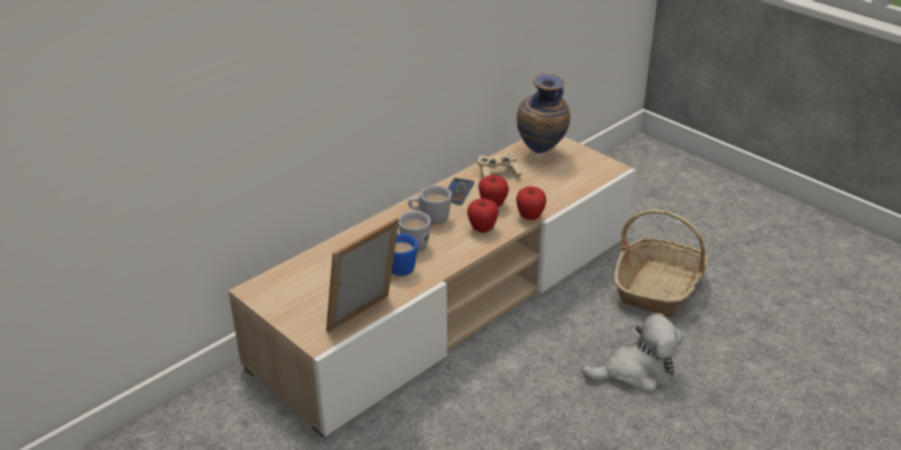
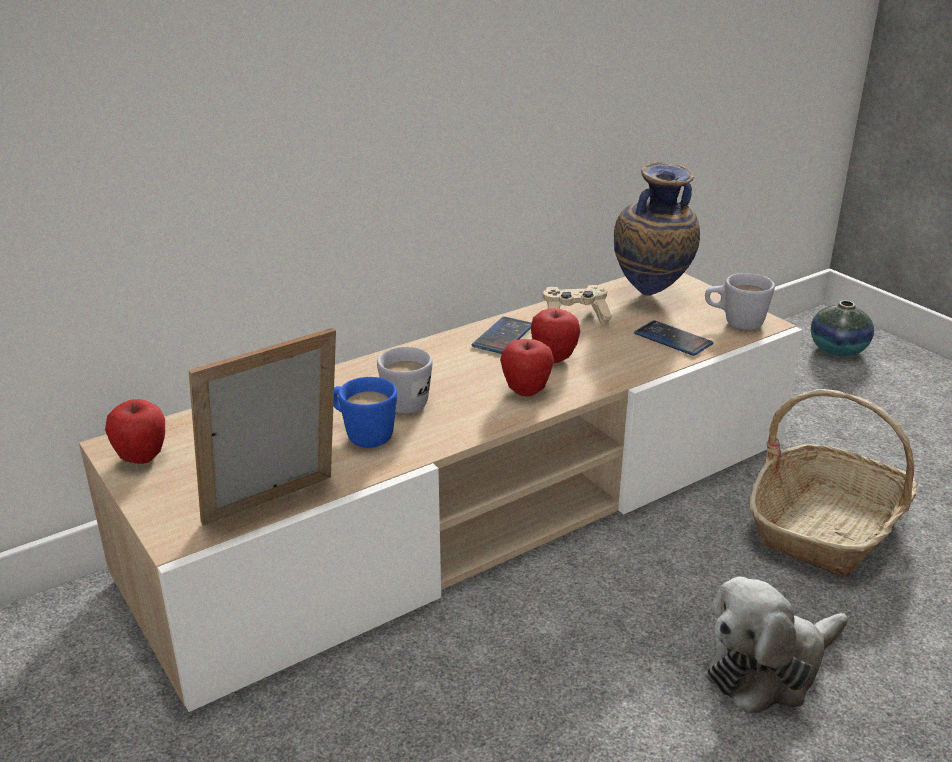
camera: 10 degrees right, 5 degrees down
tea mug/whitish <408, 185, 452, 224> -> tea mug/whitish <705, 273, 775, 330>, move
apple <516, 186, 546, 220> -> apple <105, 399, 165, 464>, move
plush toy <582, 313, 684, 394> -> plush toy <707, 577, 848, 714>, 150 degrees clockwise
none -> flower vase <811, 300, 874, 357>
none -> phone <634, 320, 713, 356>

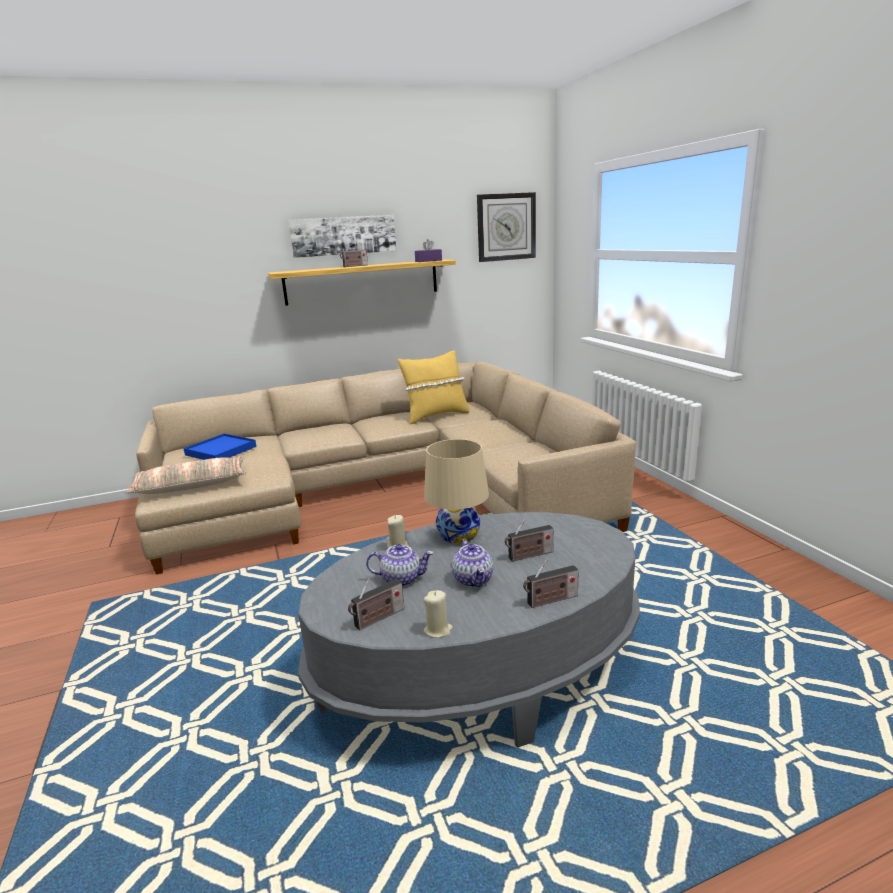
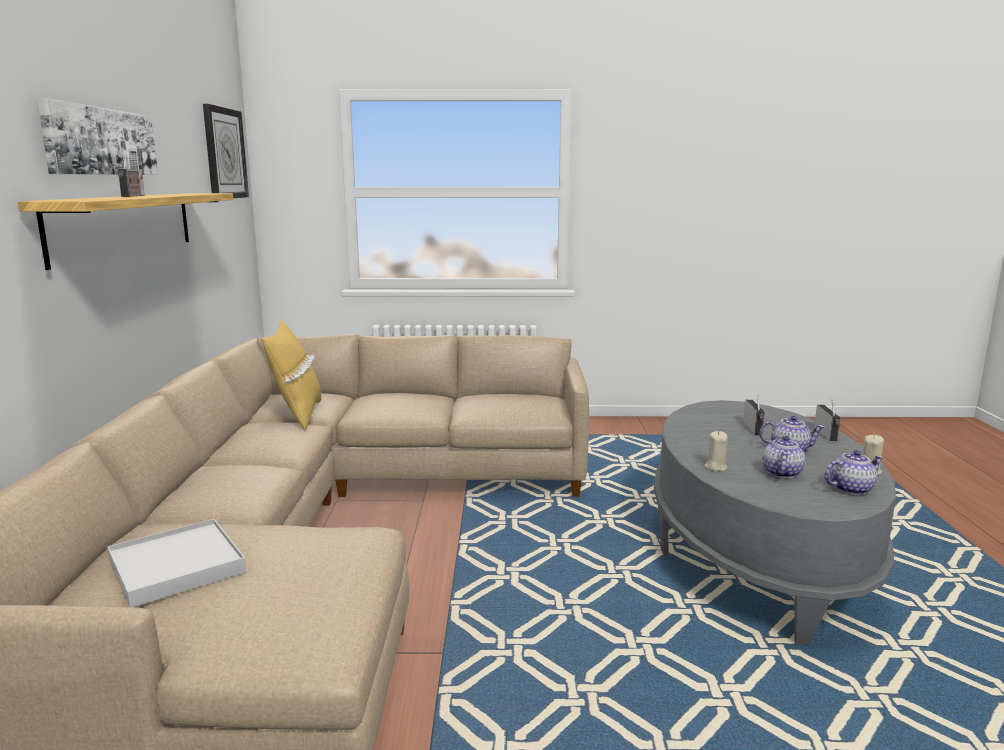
camera: 70 degrees left, 5 degrees down
tissue holder/purplish <415, 239, 442, 262> -> none
serving tray/bluish <183, 434, 257, 460> -> serving tray/whitish <107, 519, 247, 607>
table lamp/beige-coloured <424, 439, 489, 544> -> none
cushion <125, 456, 246, 494> -> none
radio receiver <348, 578, 404, 631> -> pot for tea <825, 450, 884, 495>

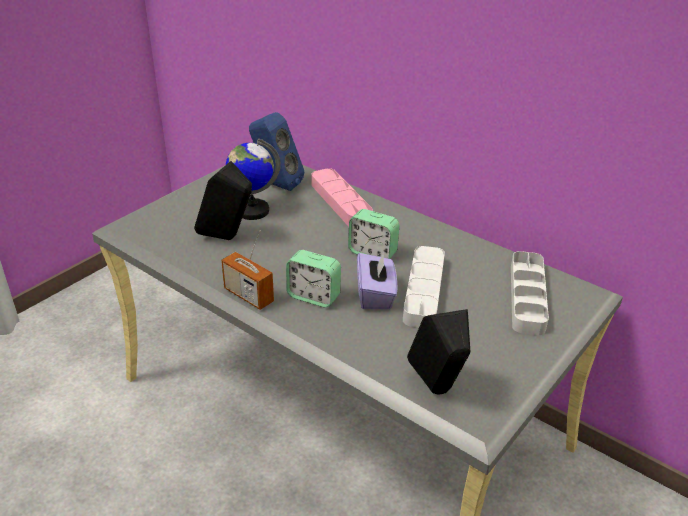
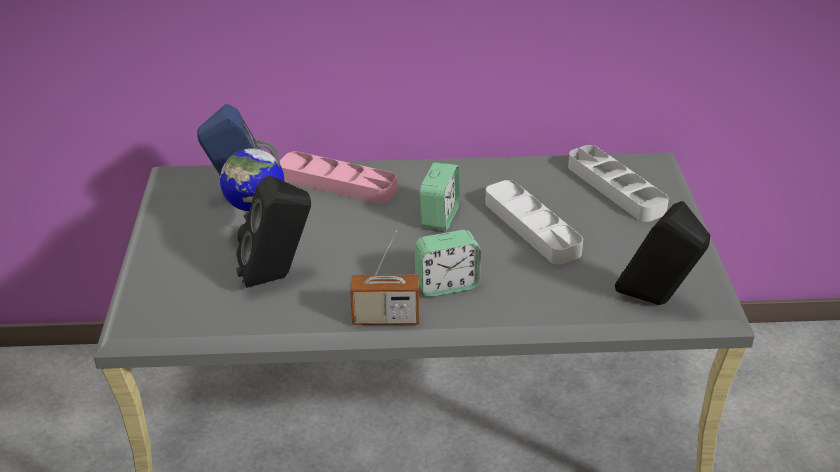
camera: 40 degrees left, 0 degrees up
alarm clock <348, 209, 400, 259> -> alarm clock <420, 162, 460, 230>, 60 degrees counterclockwise
tissue holder/purplish <357, 252, 398, 309> -> none

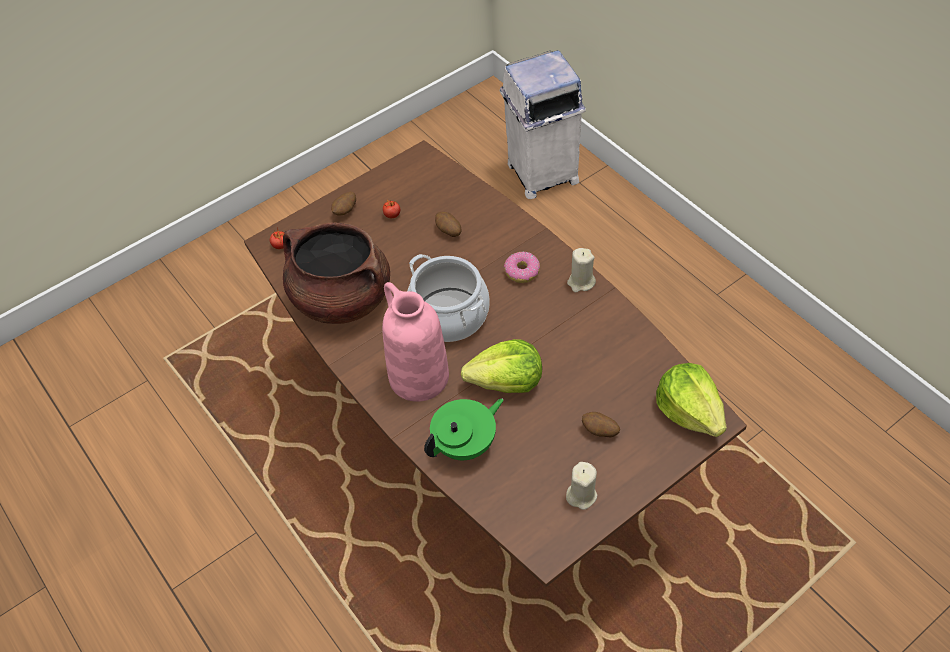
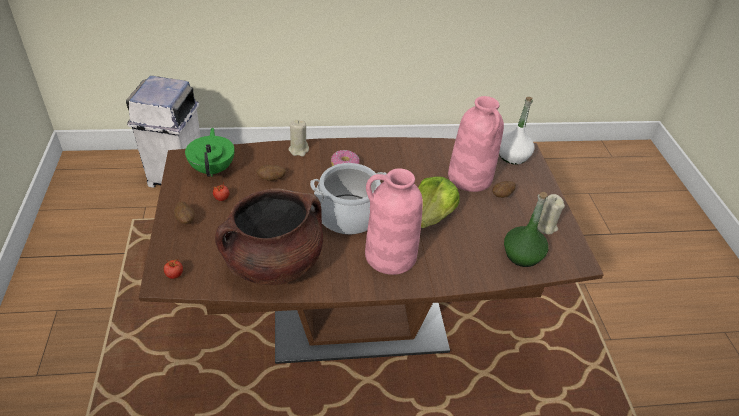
camera: 65 degrees left, 10 degrees down
wax candle/beige-coloured <567, 248, 596, 292> -> wax candle/beige-coloured <289, 120, 309, 156>, move
lettuce <656, 363, 726, 437> -> bottle/whitish <499, 97, 534, 165>
pot for tea/greenish <424, 398, 503, 460> -> pot for tea/greenish <185, 128, 235, 177>, move
none -> flower vase/pink <448, 96, 504, 192>
none -> bottle/greenish <504, 192, 548, 267>

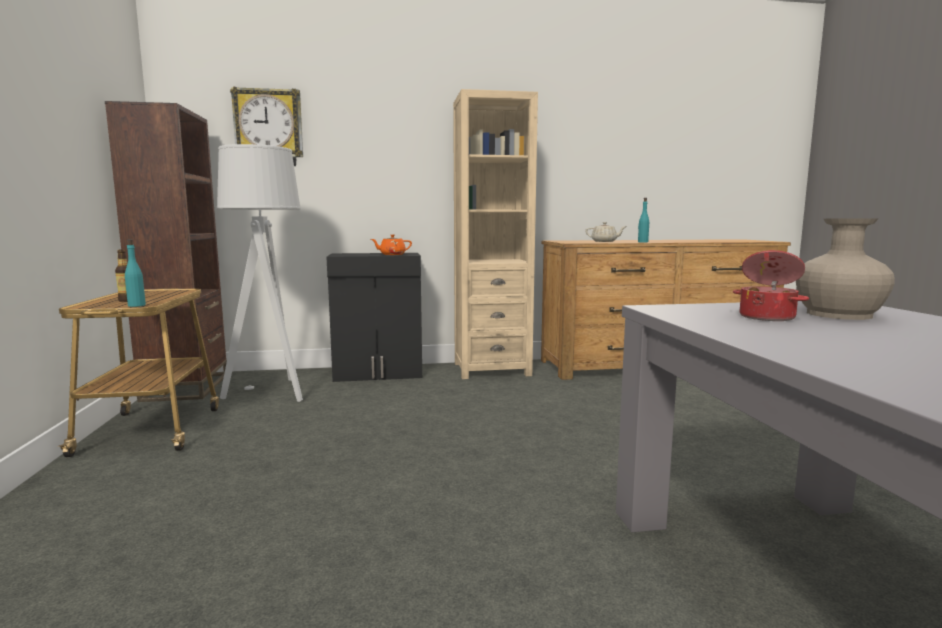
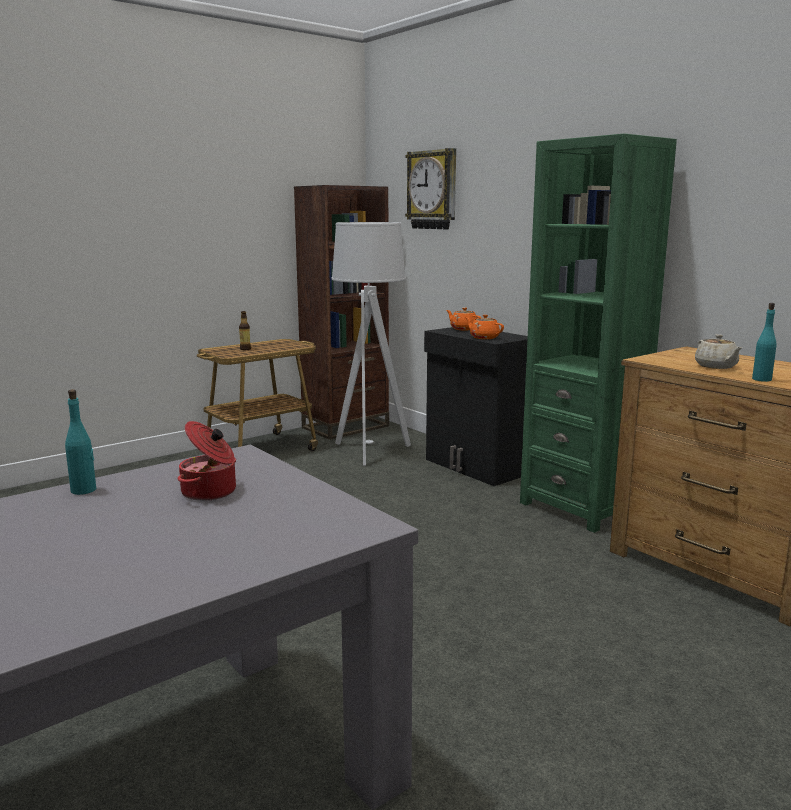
camera: 60 degrees right, 5 degrees up
shelving unit/beige-coloured <453, 89, 538, 379> -> shelving unit/greenish <520, 134, 677, 533>
flower vase/beige-coloured <796, 219, 895, 320> -> none
bottle/blue-green <125, 239, 146, 307> -> bottle/blue-green <65, 389, 96, 495>, move
none -> pot for tea/orange <447, 308, 481, 331>

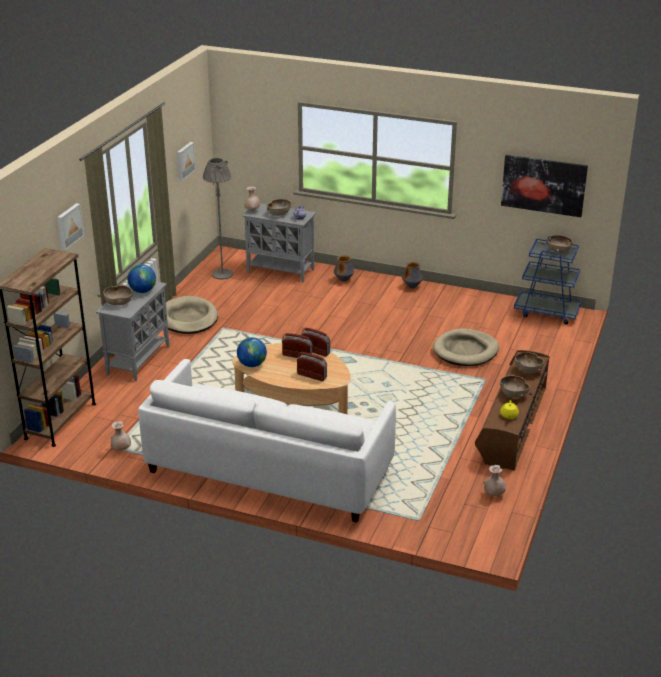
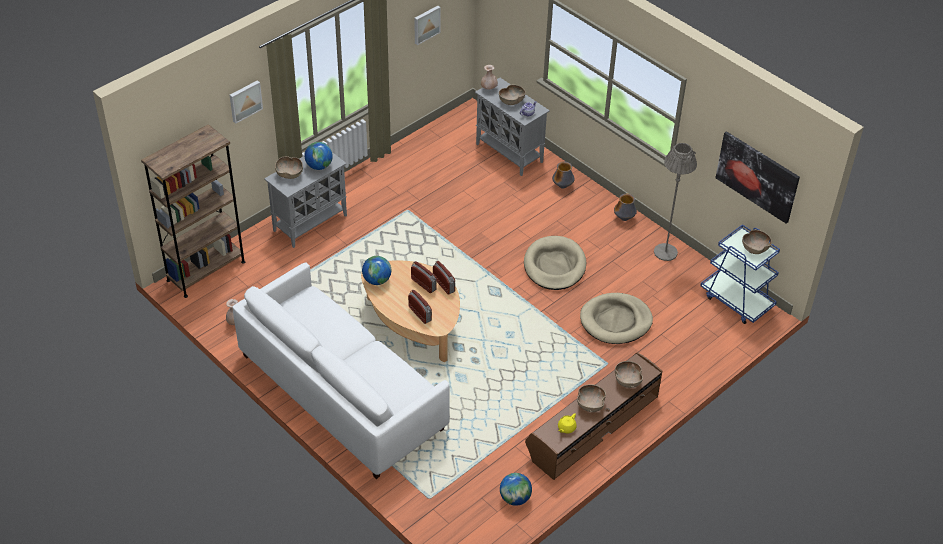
camera: 25 degrees right, 15 degrees up
standard lamp/greyish <203, 158, 233, 279> -> standard lamp/greyish <654, 143, 697, 261>, move
dog cushion/beige-coloured <166, 296, 218, 334> -> dog cushion/beige-coloured <524, 236, 586, 290>, move
flower vase/beige-coloured <483, 465, 506, 496> -> globe <500, 473, 532, 506>

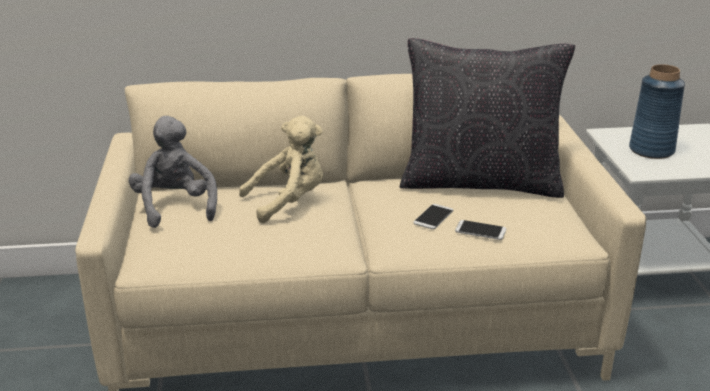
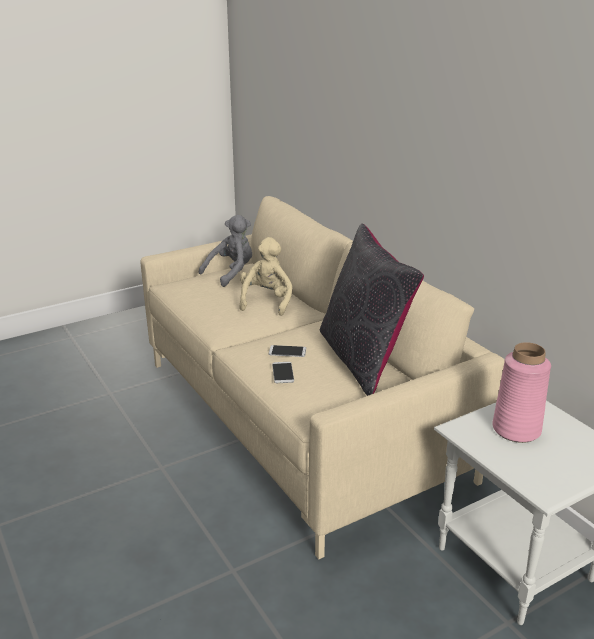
camera: 65 degrees right, 0 degrees up
flower vase/bluish <629, 64, 685, 159> -> flower vase/pink <492, 342, 551, 443>
plush toy/beige-coloured <239, 116, 323, 223> -> plush toy/beige-coloured <239, 237, 292, 316>, 120 degrees counterclockwise

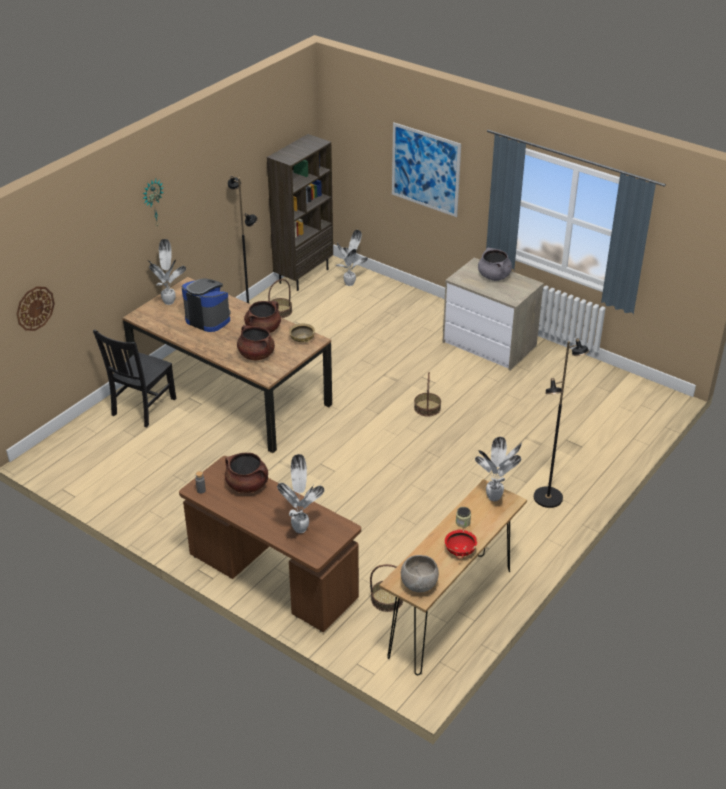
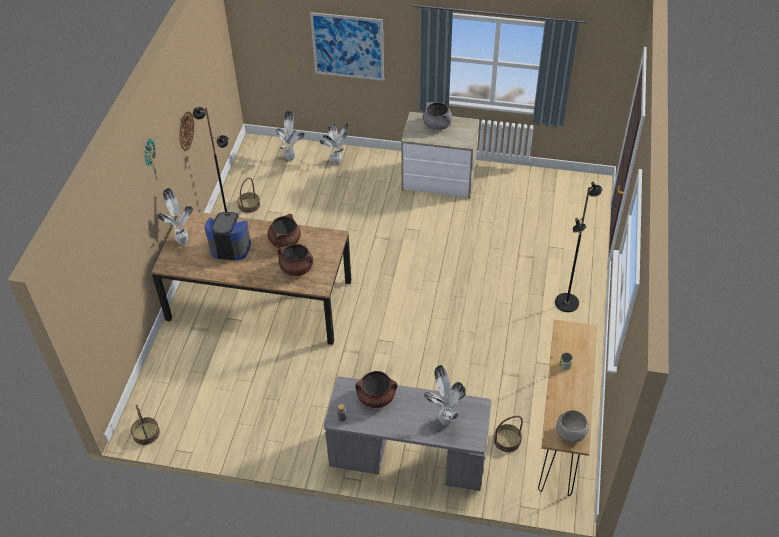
camera: 25 degrees left, 10 degrees up
shelving unit/brown-coloured <267, 134, 333, 291> -> none
hanging clock <17, 286, 55, 331> -> hanging clock <180, 111, 194, 151>, move
serving bowl/beige-coloured <289, 324, 315, 343> -> none
plain chair/black-coloured <93, 330, 176, 427> -> none
household basket <414, 372, 441, 417> -> household basket <131, 405, 160, 445>, move
houseplant <475, 437, 522, 501> -> houseplant <320, 123, 348, 165>, move
desk table/brown-coloured <179, 456, 361, 632> -> desk table/greyish <324, 377, 492, 491>
serving bowl/red <445, 529, 477, 559> -> none

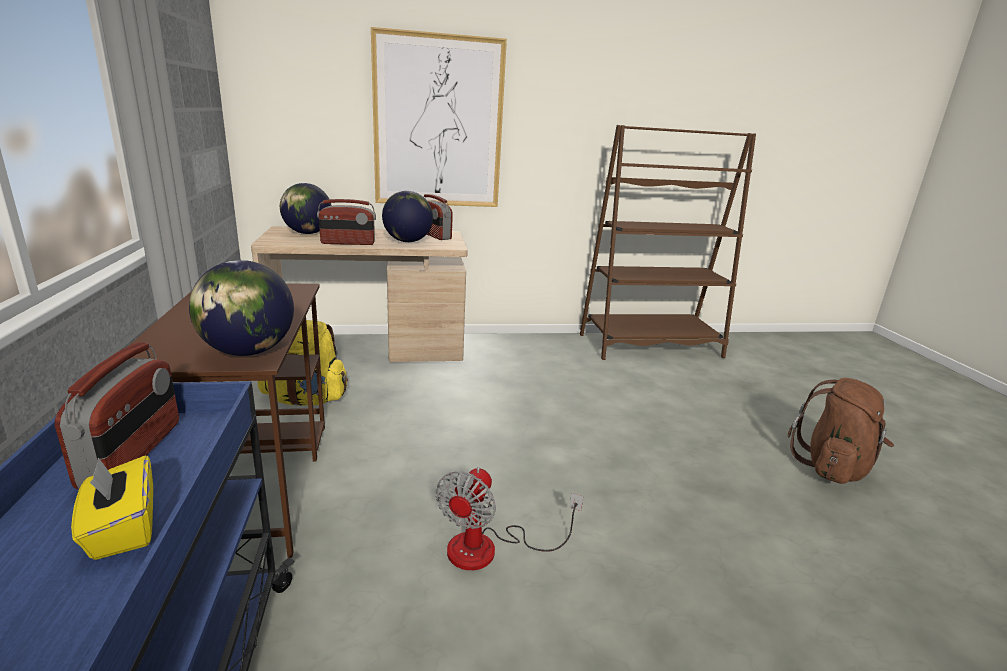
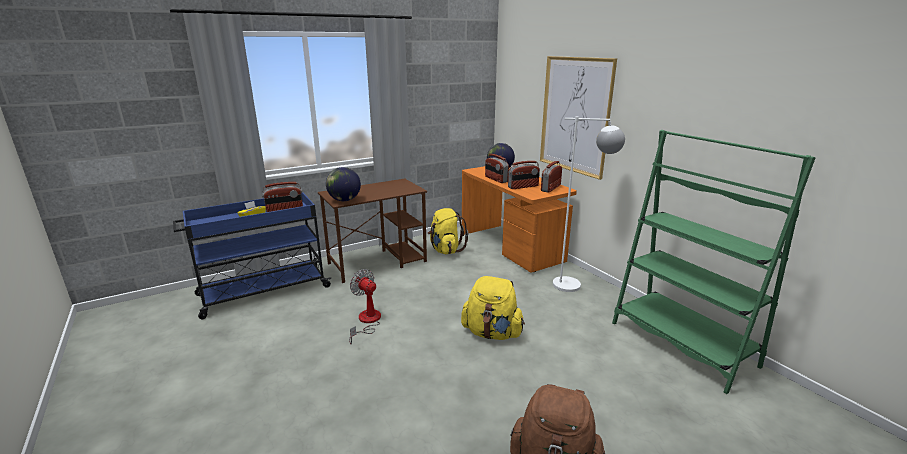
camera: 70 degrees right, 0 degrees up
shelving unit/brown-coloured <580, 125, 756, 360> -> shelving unit/greenish <612, 130, 815, 394>
globe <382, 191, 433, 242> -> radio receiver <508, 161, 540, 189>
desk table/beige-coloured <251, 226, 468, 362> -> desk table/orange <462, 166, 577, 273>
electric fan <436, 467, 583, 570> -> electric fan <349, 269, 381, 344>, 45 degrees clockwise
none -> standard lamp/whitish <553, 117, 625, 292>
none -> rucksack/yellow <461, 276, 525, 340>

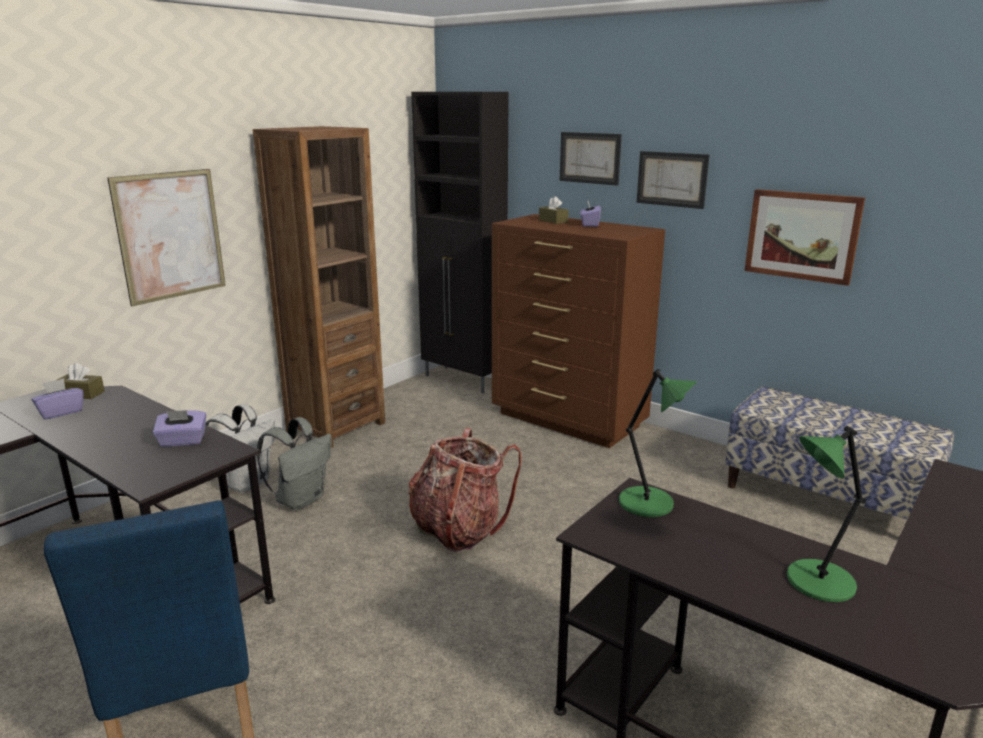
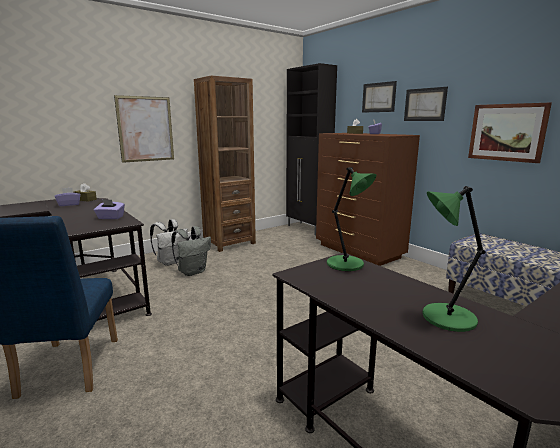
camera: 15 degrees right, 5 degrees down
rucksack <408, 428, 522, 552> -> none

